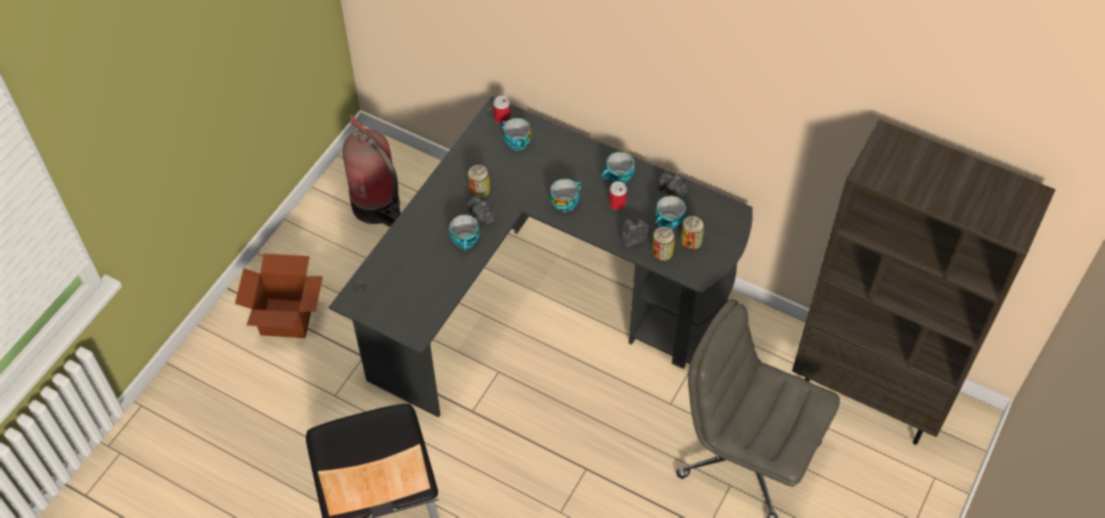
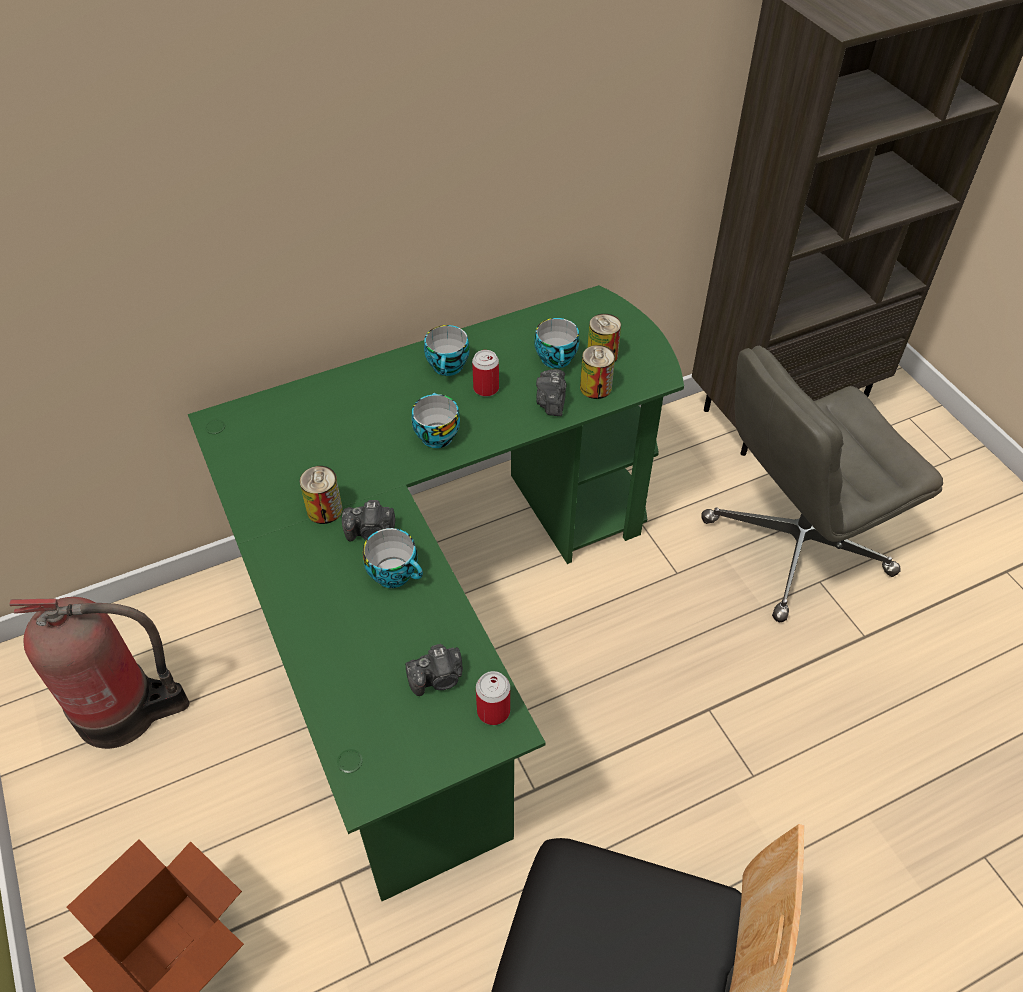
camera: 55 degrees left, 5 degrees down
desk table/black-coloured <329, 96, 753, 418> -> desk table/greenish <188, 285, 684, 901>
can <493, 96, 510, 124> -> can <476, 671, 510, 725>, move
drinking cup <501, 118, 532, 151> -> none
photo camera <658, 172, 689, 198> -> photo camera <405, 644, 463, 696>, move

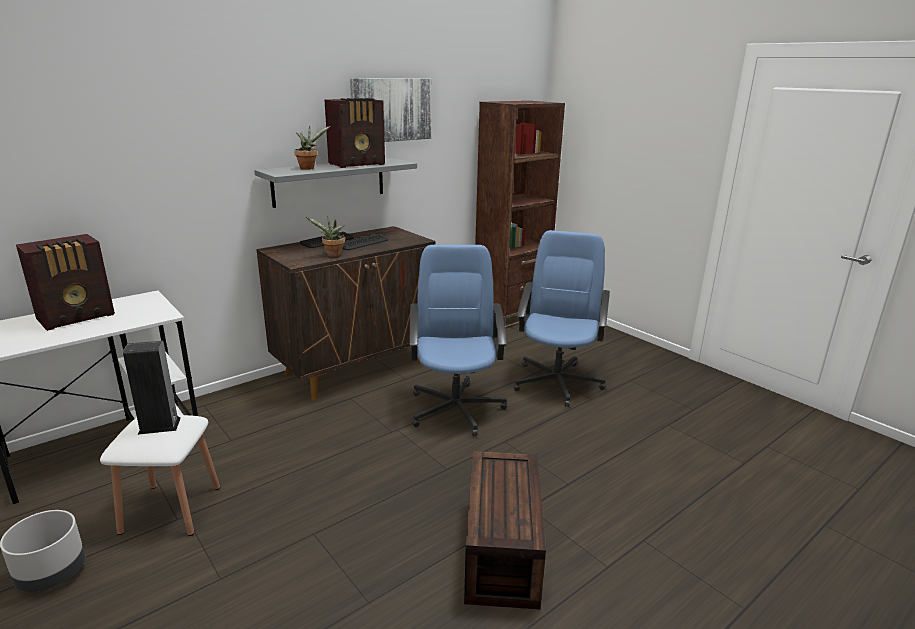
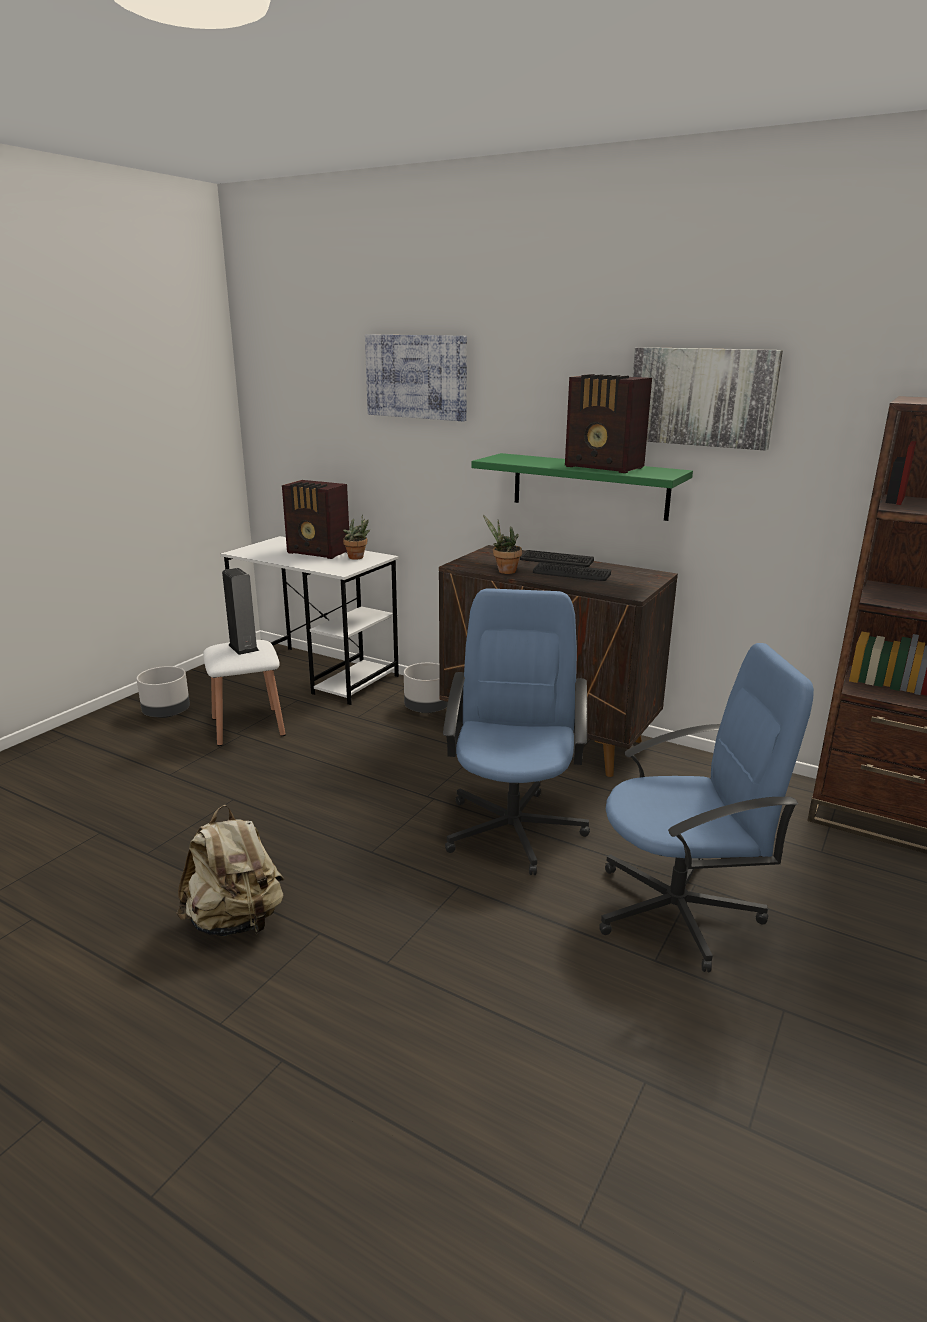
camera: 70 degrees right, 0 degrees up
houseplant <294, 125, 330, 170> -> houseplant <343, 514, 371, 560>, move
wall shelf/greyish <254, 158, 417, 208> -> wall shelf/greenish <471, 453, 693, 521>
desk chair/bluish <409, 245, 507, 436> -> desk chair/bluish <443, 588, 590, 875>, 60 degrees counterclockwise
storage container/brown-coloured <464, 451, 546, 609> -> rucksack/beige-coloured <177, 805, 284, 936>
none -> wall art <365, 334, 467, 421>
none -> planter/greyish <404, 663, 448, 713>

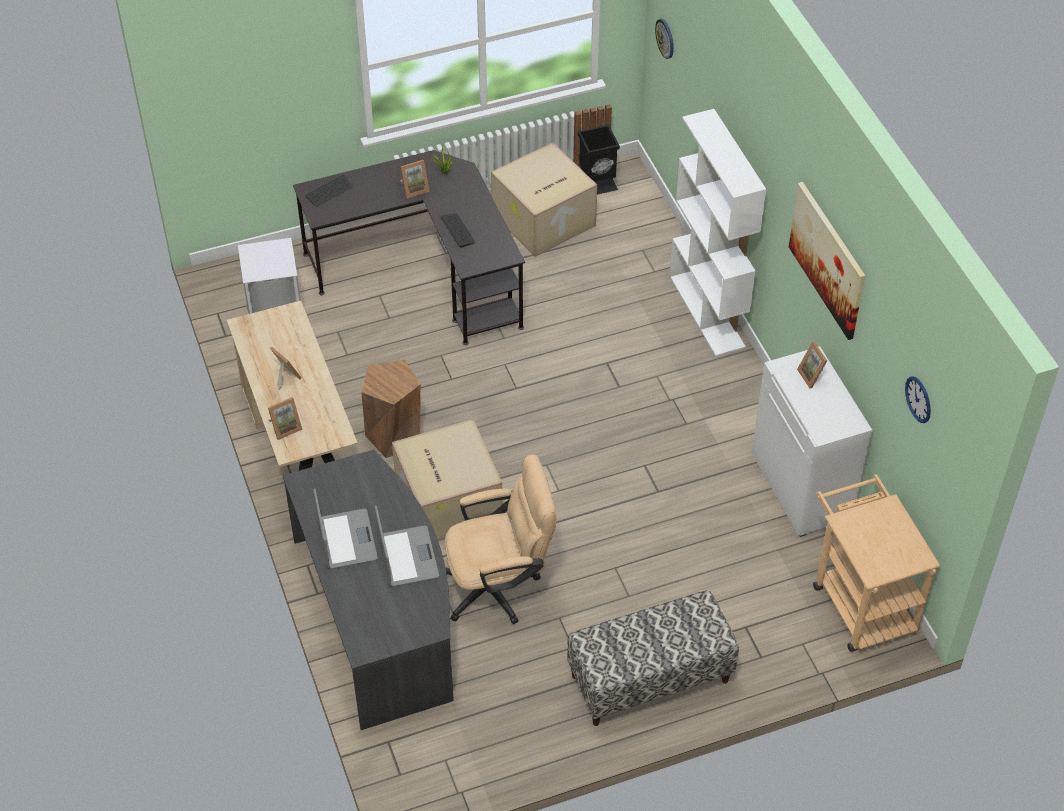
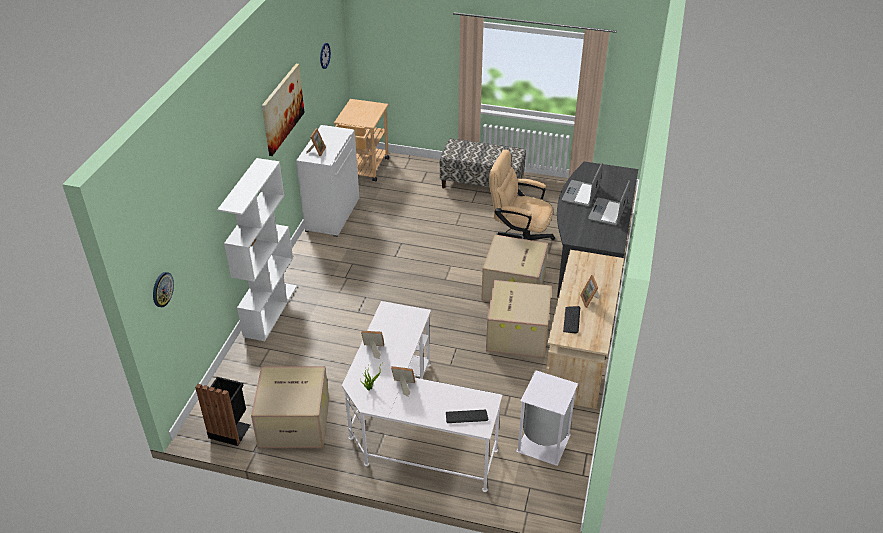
camera: 145 degrees left, 10 degrees down
desk table/black-coloured <293, 150, 525, 345> -> desk table/whitish <342, 301, 502, 492>
keyboard <440, 213, 476, 248> -> keyboard <563, 306, 580, 334>, move
stool seat/brown-coloured <361, 360, 421, 458> -> cardboard box <486, 280, 551, 358>
photo frame <268, 397, 303, 440> -> photo frame <361, 331, 384, 359>, move

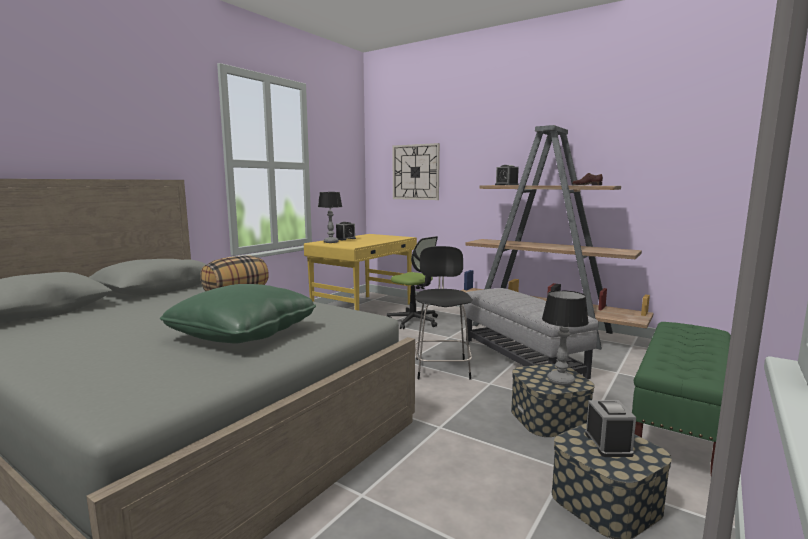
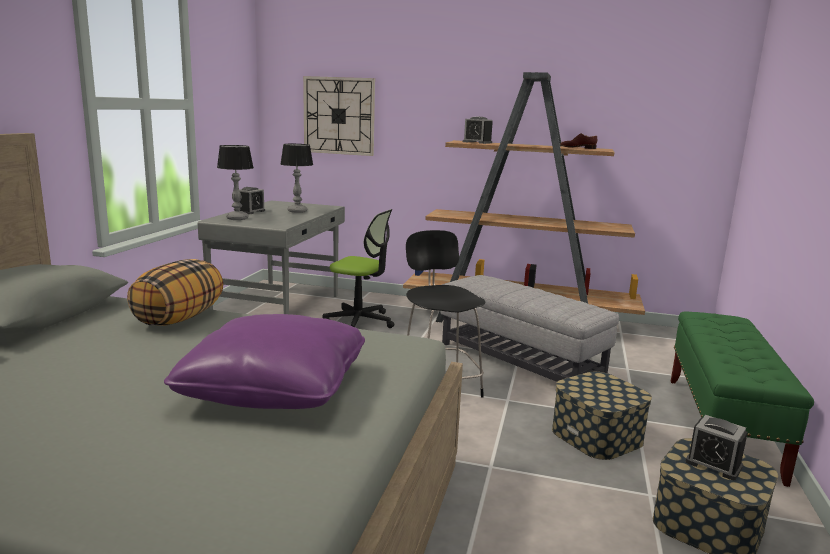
camera: 20 degrees left, 5 degrees up
desk table/yellow <304, 234, 417, 311> -> desk table/greyish <198, 201, 345, 314>
cushion/greenish <160, 284, 316, 343> -> cushion/purplish <164, 314, 365, 409>
table lamp <542, 290, 589, 386> -> table lamp <281, 144, 313, 213>, move
alarm clock <585, 400, 636, 457> -> alarm clock <685, 415, 748, 480>, 150 degrees clockwise

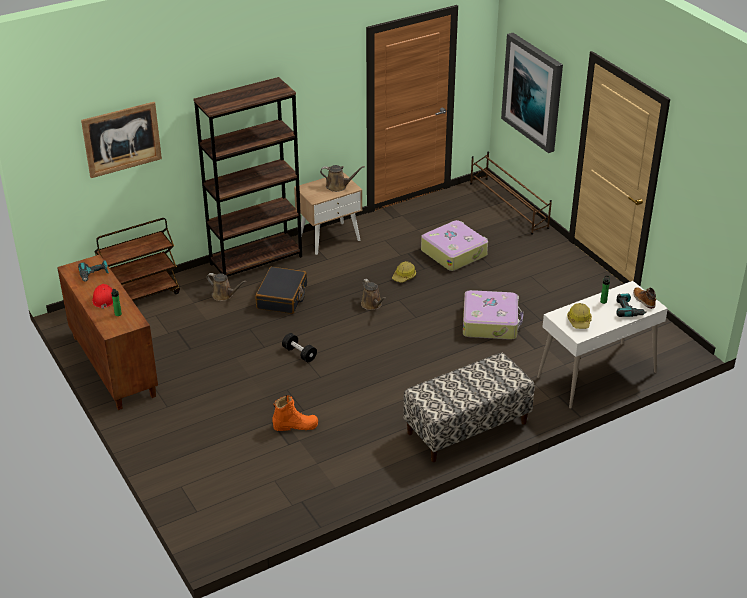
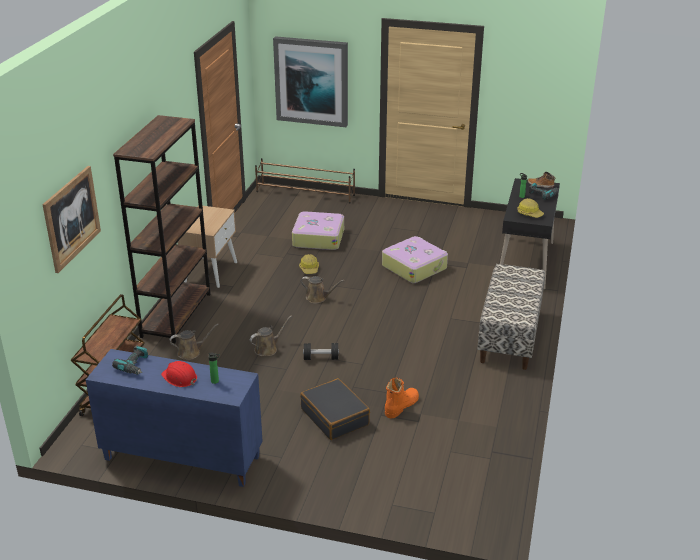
camera: 45 degrees left, 5 degrees down
watering can/brown-coloured <320, 165, 365, 192> -> watering can/brown-coloured <250, 316, 292, 356>, move
storage cabinet/brown-coloured <57, 255, 158, 410> -> storage cabinet/bluish <86, 349, 263, 487>
travel case/black-coloured <255, 267, 307, 314> -> travel case/black-coloured <300, 378, 370, 440>, move
desk table/whitish <537, 281, 668, 409> -> desk table/black-coloured <500, 178, 560, 289>

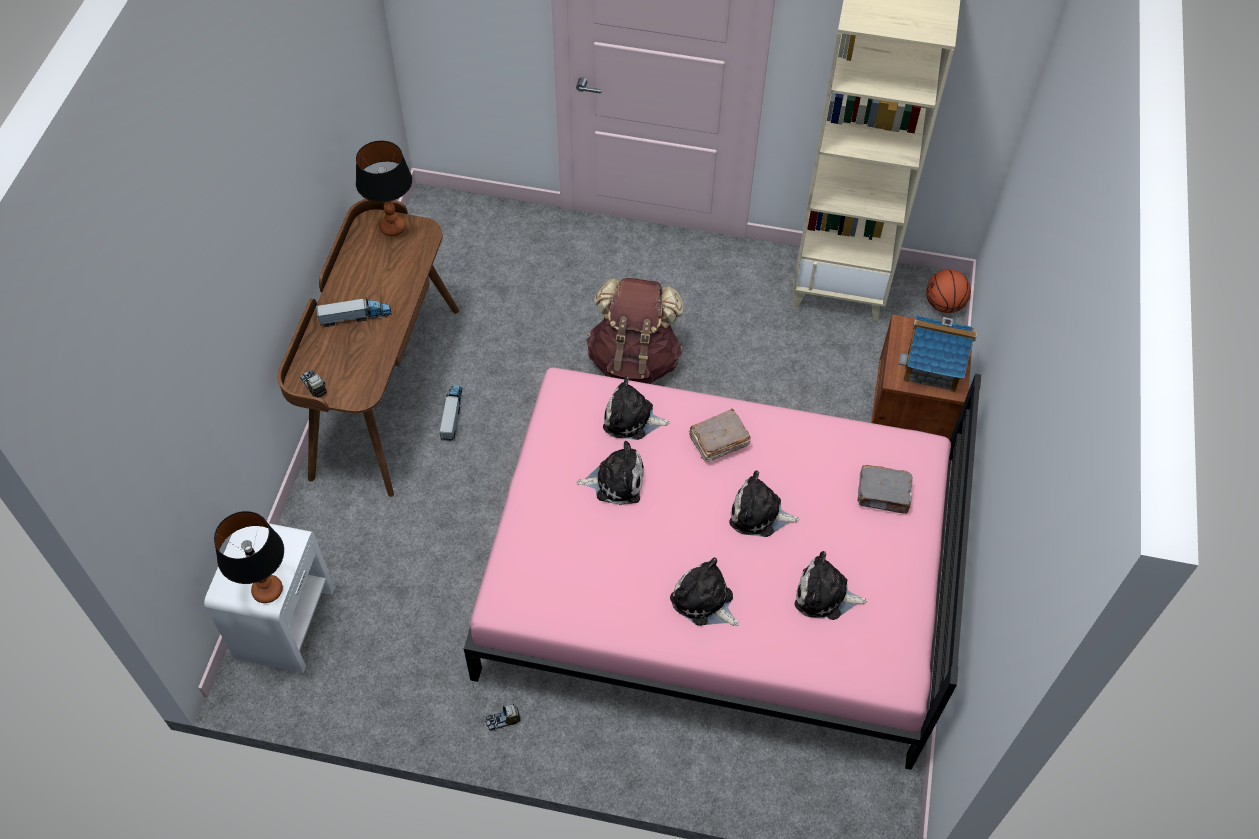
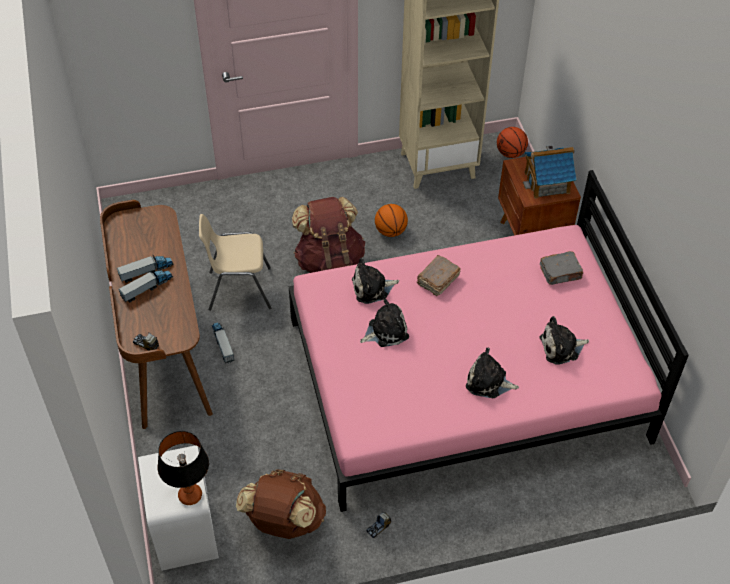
camera: 25 degrees left, 5 degrees down
table lamp <356, 141, 412, 236> -> none
plush toy <729, 470, 799, 537> -> none
none -> basketball <375, 204, 408, 237>
none -> plain chair/beige-coloured <199, 214, 271, 311>
none -> toy lorry <117, 255, 174, 283>
none -> rucksack/brown-coloured <236, 469, 326, 539>

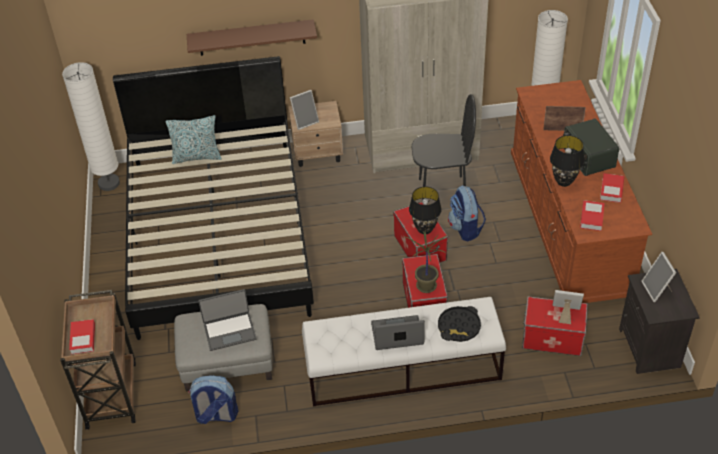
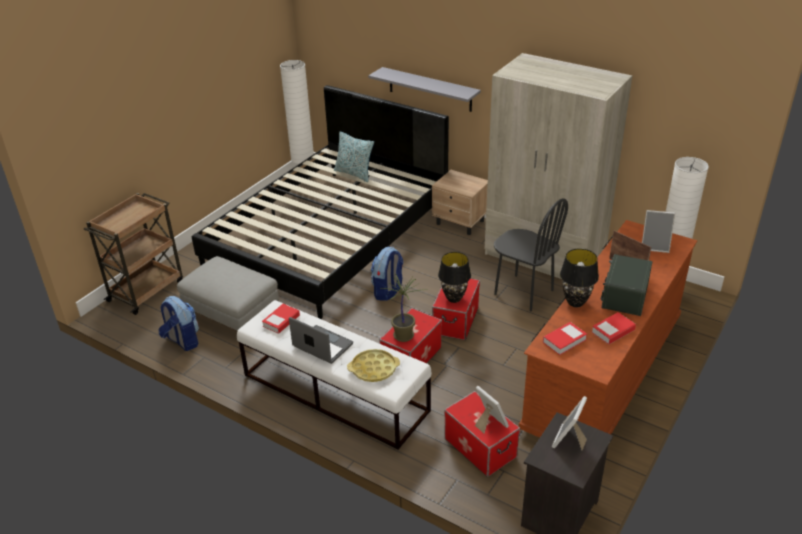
camera: 40 degrees right, 10 degrees down
wall shelf/brown-coloured <187, 19, 317, 56> -> wall shelf/greyish <368, 67, 481, 112>
photo frame <290, 90, 319, 130> -> photo frame <642, 210, 675, 253>, move
rucksack <448, 185, 486, 241> -> rucksack <371, 247, 404, 301>, move
notebook computer <198, 289, 257, 351> -> none
serving tray/black-coloured <438, 306, 481, 342> -> serving tray/yellow <347, 349, 400, 382>
book <69, 319, 95, 355> -> book <262, 304, 300, 334>, move

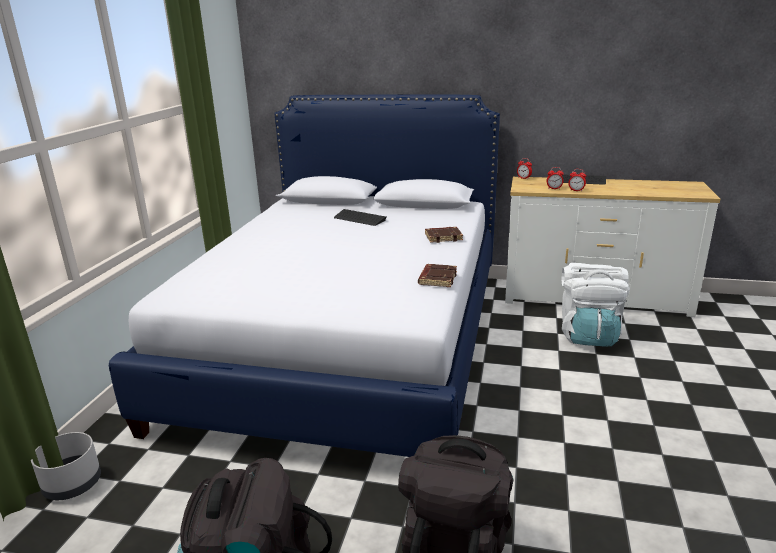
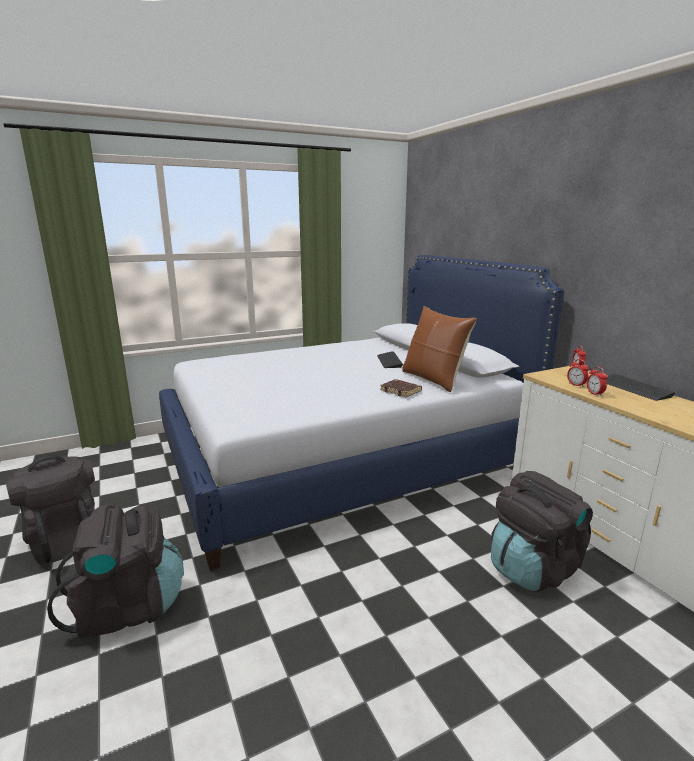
camera: 50 degrees right, 5 degrees down
rucksack/whitish <562, 263, 630, 347> -> rucksack/black-coloured <491, 471, 593, 592>
book/brown-coloured <418, 264, 457, 287> -> none
planter/greyish <31, 432, 101, 500> -> none
none -> cushion/brown-coloured <402, 306, 477, 392>

